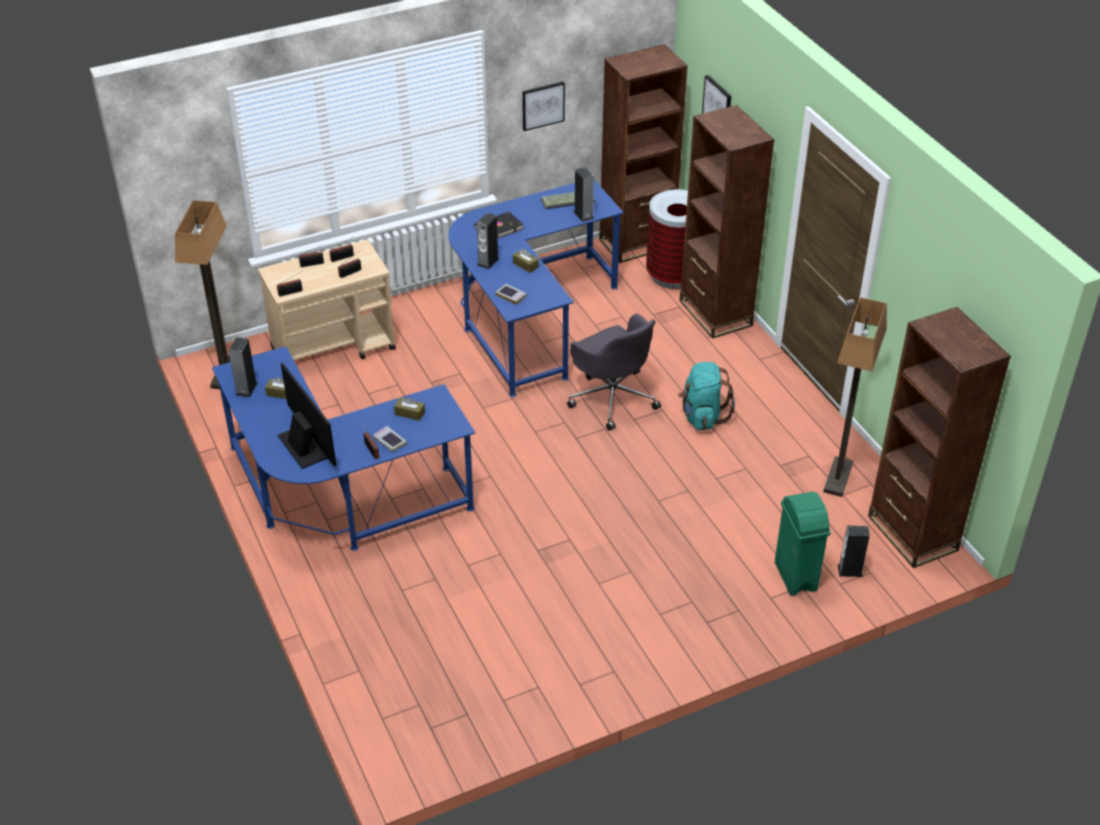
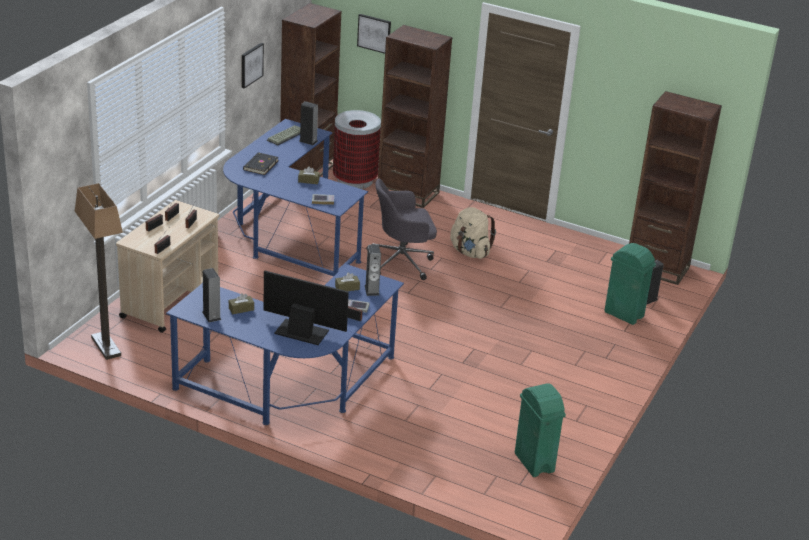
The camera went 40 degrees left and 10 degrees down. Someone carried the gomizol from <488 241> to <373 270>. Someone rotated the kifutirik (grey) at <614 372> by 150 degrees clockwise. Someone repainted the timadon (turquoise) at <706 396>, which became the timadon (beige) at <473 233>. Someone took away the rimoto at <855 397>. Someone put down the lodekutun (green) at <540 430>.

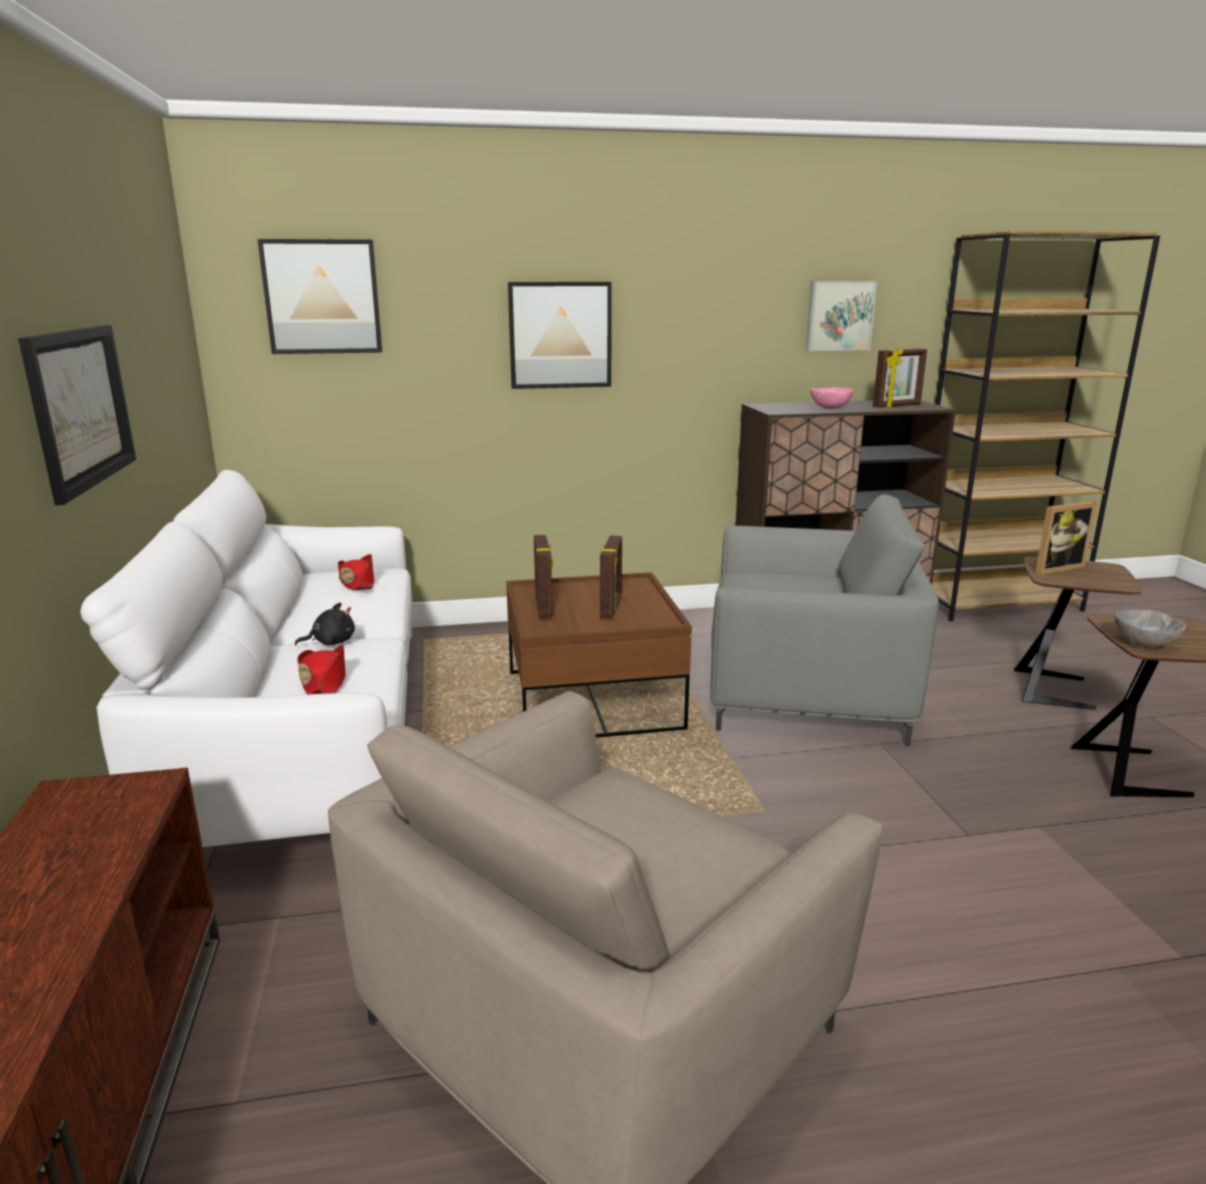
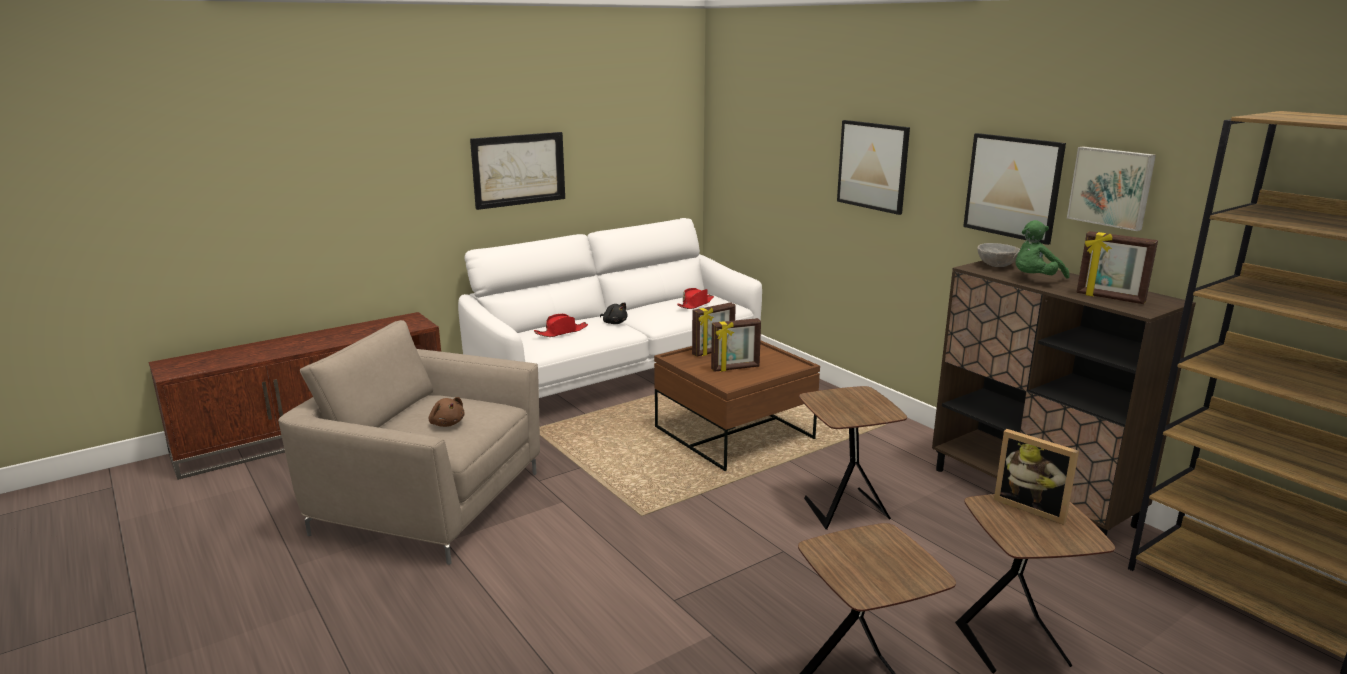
The camera went 65 degrees right and 0 degrees up. Someone carried the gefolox from <320 296> to <1014 189>. Someone swapped the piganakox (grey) at <824 620> for the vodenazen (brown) at <853 458>. Someone swapped the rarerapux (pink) at <831 398> for the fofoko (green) at <1042 249>. Someone carried the rarerapux (grey) from <1150 628> to <998 255>. Someone put down the fofoko (brown) at <447 412>.

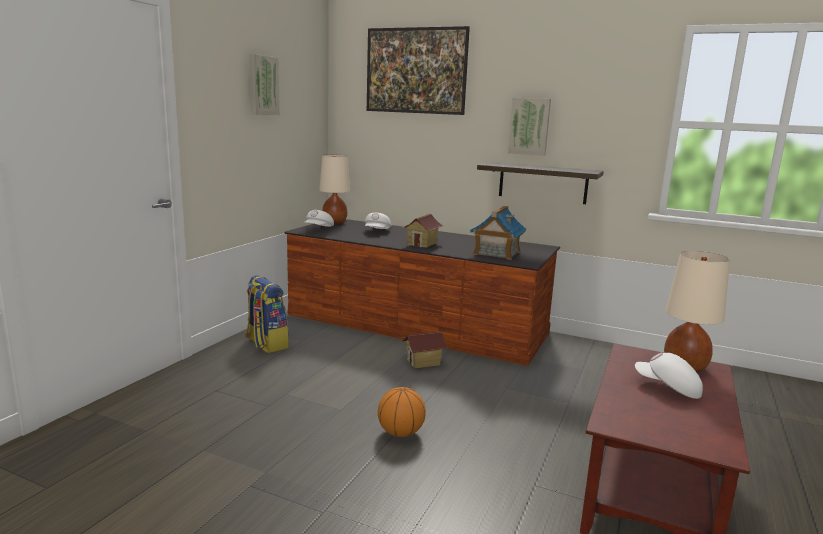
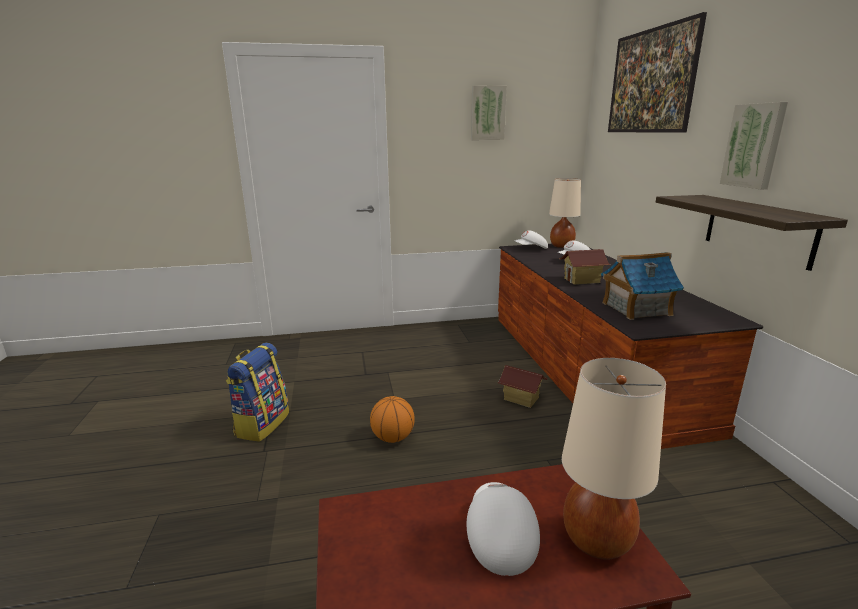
The camera went 55 degrees right and 5 degrees up. Someone carried the timadon from <267 314> to <257 392>.

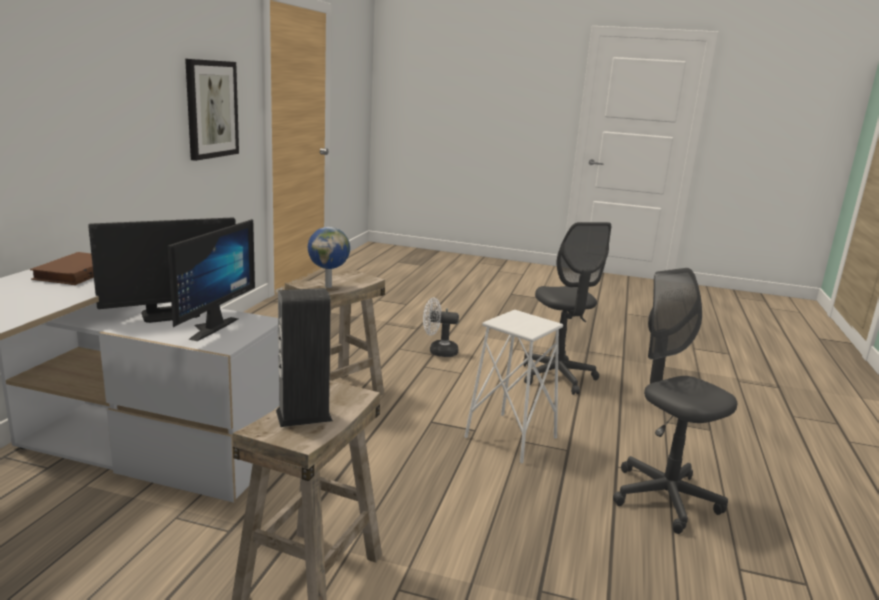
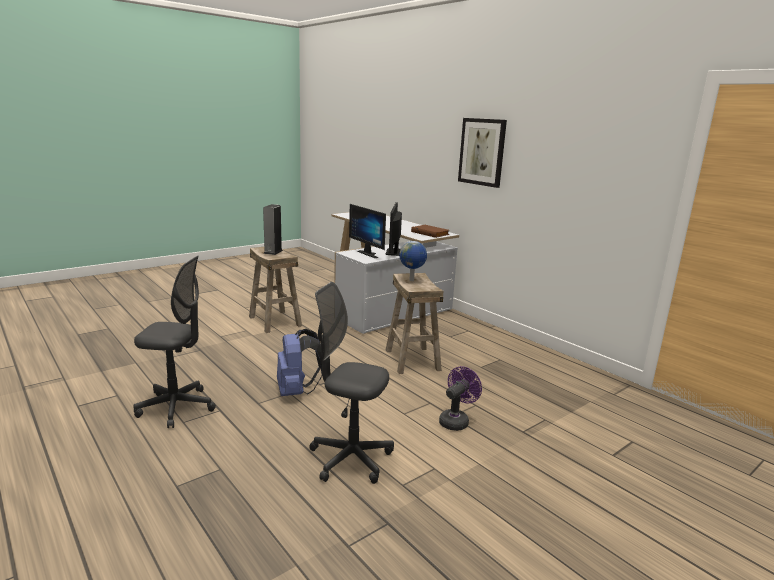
The camera went 125 degrees right and 0 degrees up. Someone carried the gefolox from <212 110> to <482 153>. Someone repainted the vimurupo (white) at <441 327>, which became the vimurupo (purple) at <460 398>. Someone swapped the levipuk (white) at <513 387> for the timadon (blue) at <299 362>.

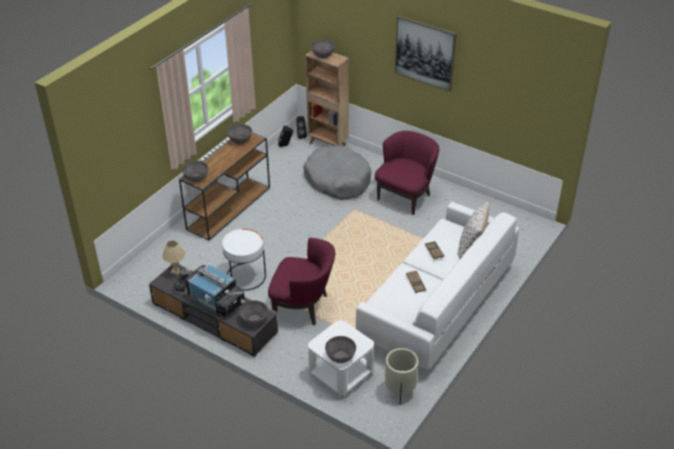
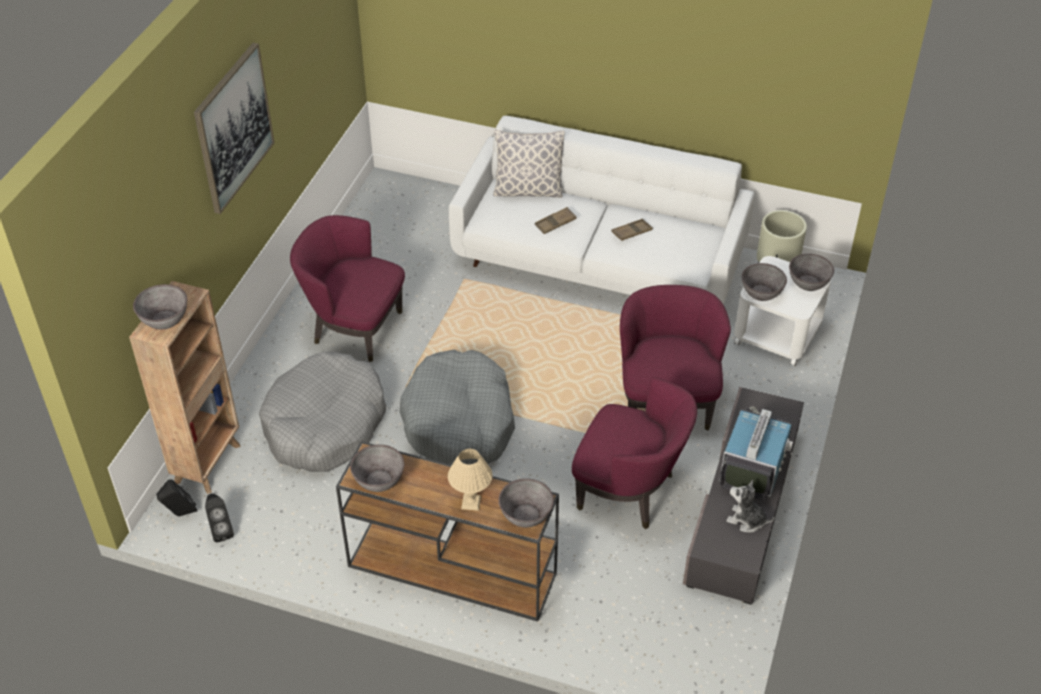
The camera went 105 degrees left and 5 degrees up. Someone carried the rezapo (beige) from <173 258> to <470 480>. Someone swapped the vodenazen (white) at <244 259> for the piganakox (purple) at <634 453>. Someone carried the rarerapux (grey) from <253 313> to <764 282>. Someone put down the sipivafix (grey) at <457 407>.

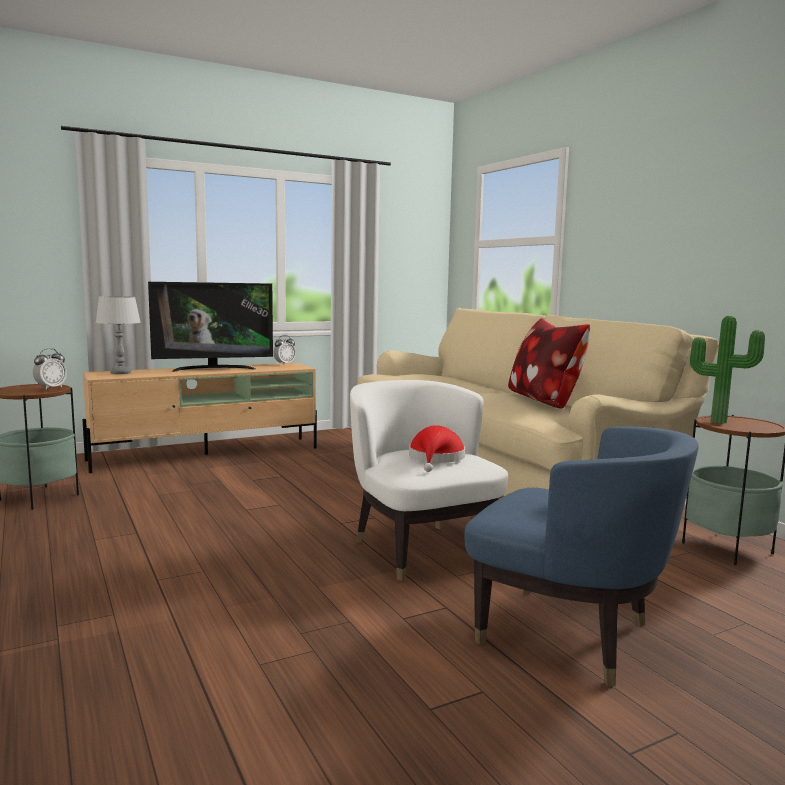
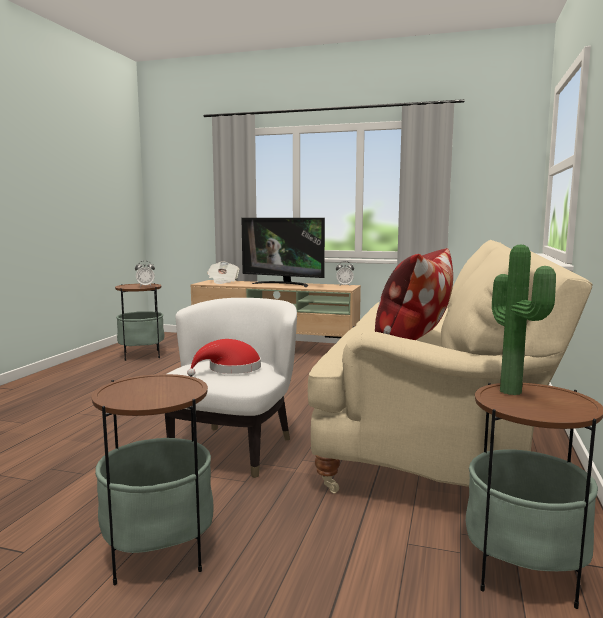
The camera went 45 degrees right and 0 degrees up. Someone swapped the rezapo (grey) at <118 335> for the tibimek at <223 272>. Someone swapped the piganakox (blue) at <582 556> for the vodenazen at <152 479>.

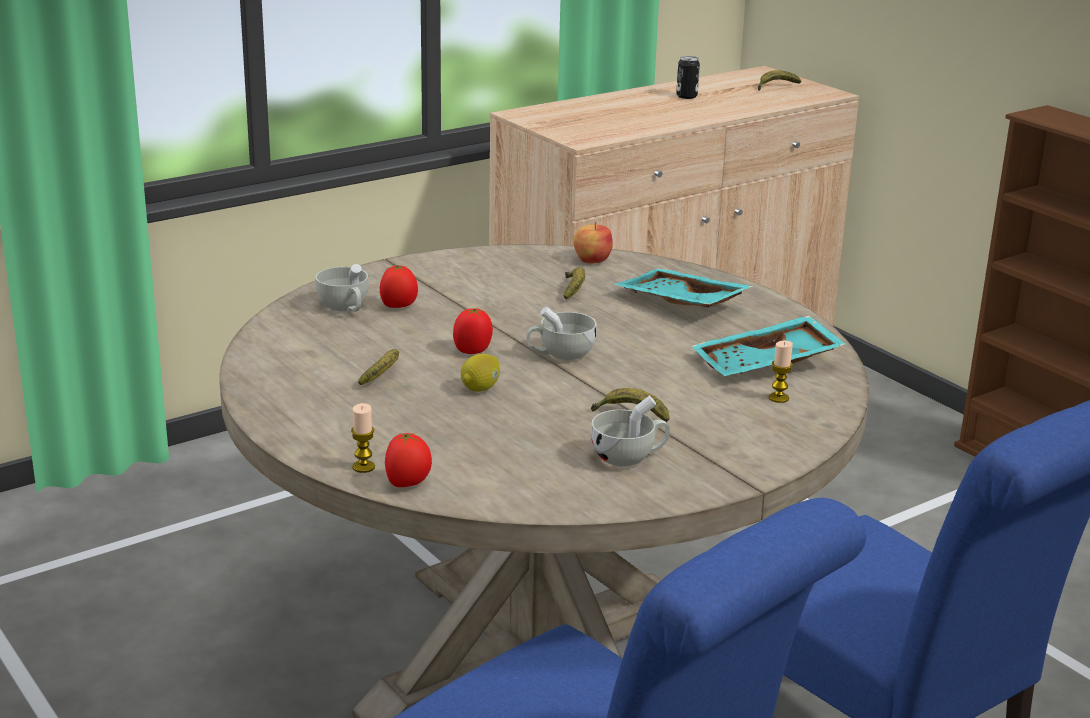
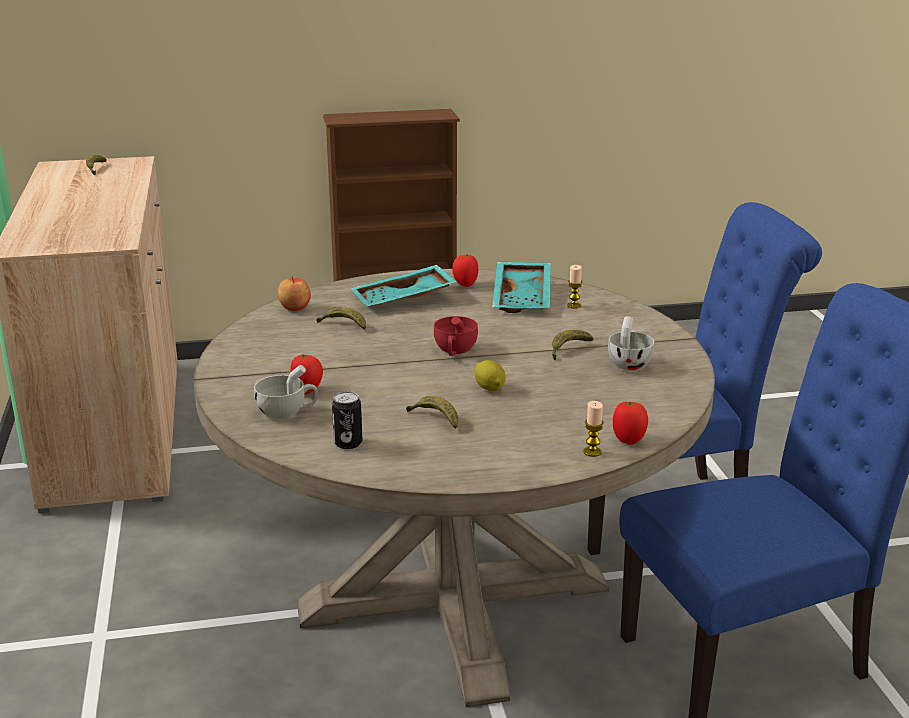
The camera went 65 degrees left and 0 degrees up. Someone carried the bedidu from <473 331> to <465 270>. Someone repainted the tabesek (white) at <562 333>, which became the tabesek (red) at <456 336>. Someone carried the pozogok from <688 77> to <347 420>.

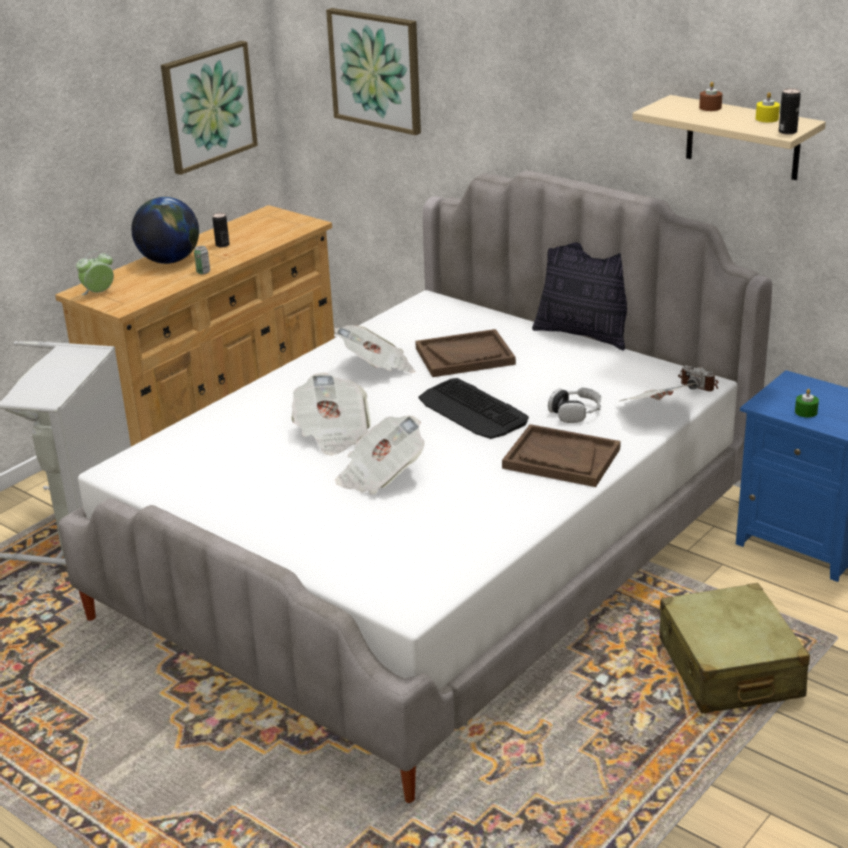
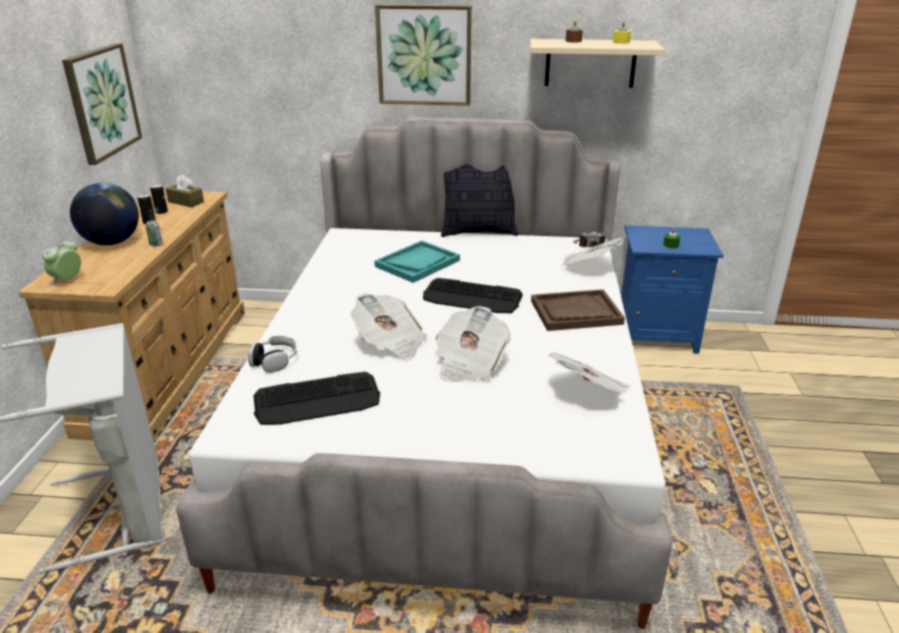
The camera went 35 degrees left and 0 degrees up. Someone carried the gefolox from <373 71> to <423 55>. Someone carried the tibimek from <375 348> to <589 372>. Someone repainted the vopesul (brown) at <465 353>, which became the vopesul (turquoise) at <417 261>. Someone carried the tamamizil from <574 405> to <272 354>. Someone took away the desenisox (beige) at <734 648>. Someone carried the pozogok from <790 111> to <159 199>. Someone put down the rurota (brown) at <184 191>. Someone put down the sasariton at <316 398>.

